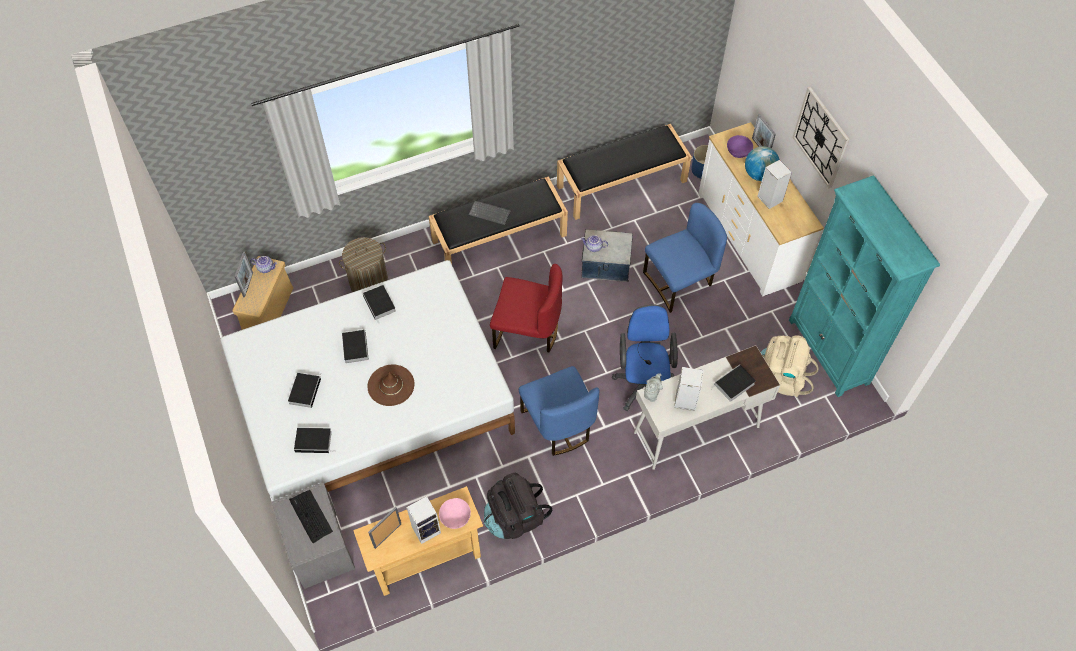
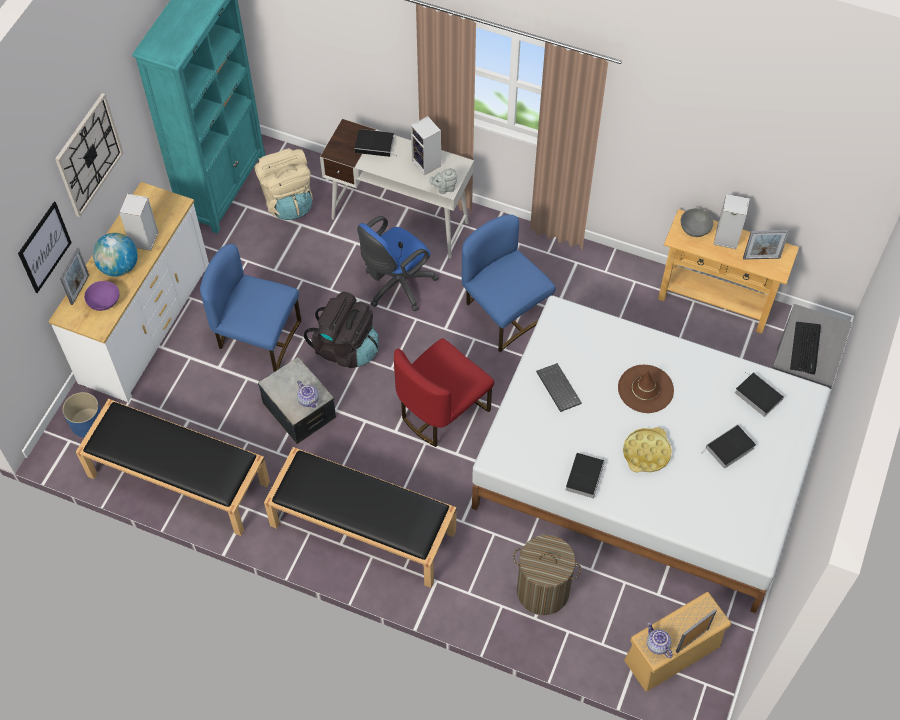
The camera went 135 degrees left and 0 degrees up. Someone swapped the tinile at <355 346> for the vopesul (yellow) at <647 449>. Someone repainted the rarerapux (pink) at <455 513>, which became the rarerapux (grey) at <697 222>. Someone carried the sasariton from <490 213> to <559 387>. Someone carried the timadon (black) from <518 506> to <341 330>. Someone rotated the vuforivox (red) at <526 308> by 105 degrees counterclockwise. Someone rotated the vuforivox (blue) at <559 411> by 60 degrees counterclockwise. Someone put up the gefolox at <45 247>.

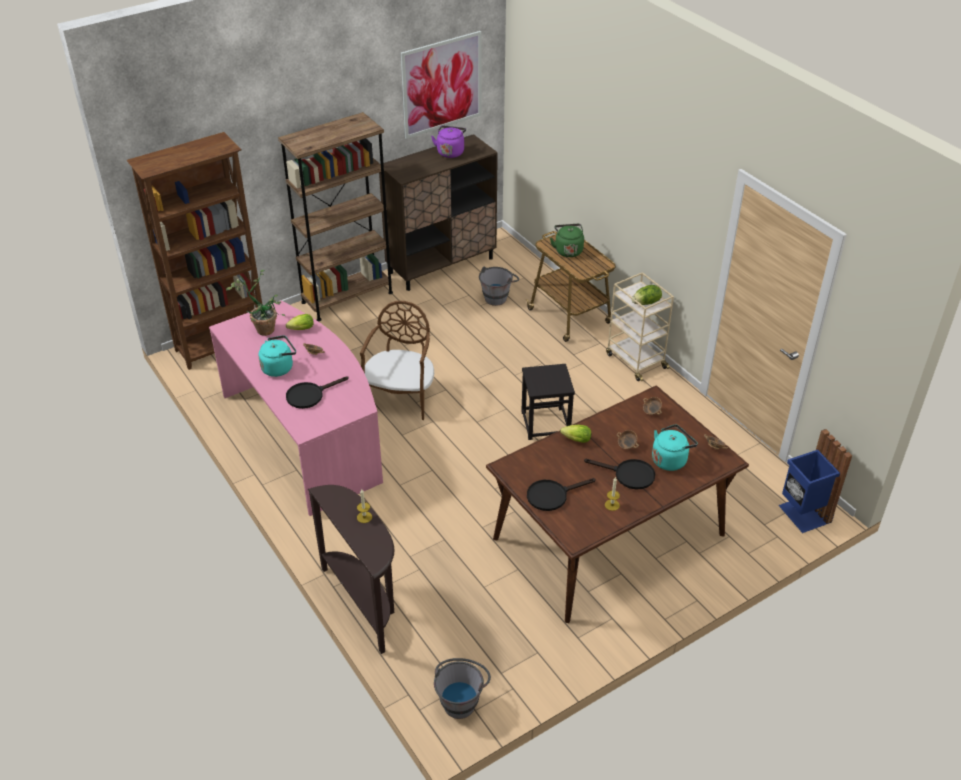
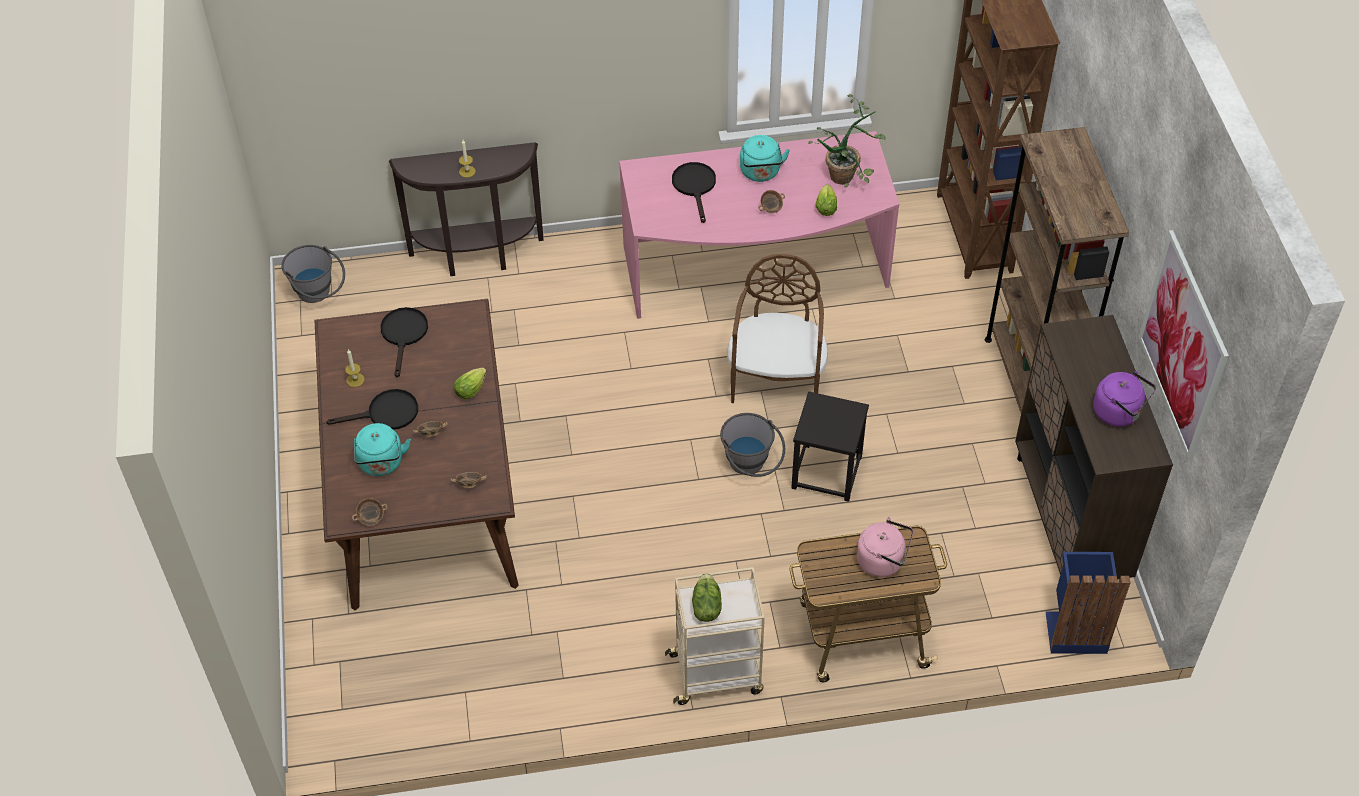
The camera went 115 degrees right and 10 degrees up. Someone rotated the vuforivox (brown) at <397 360> by 120 degrees counterclockwise. Someone carried the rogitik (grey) from <499 286> to <752 445>. Someone carried the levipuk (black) from <548 402> to <830 447>. Someone repainted the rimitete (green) at <567 240>, which became the rimitete (pink) at <884 547>. Someone rotated the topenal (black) at <619 474> by 150 degrees counterclockwise. Someone carried the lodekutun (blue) from <815 481> to <1088 603>.

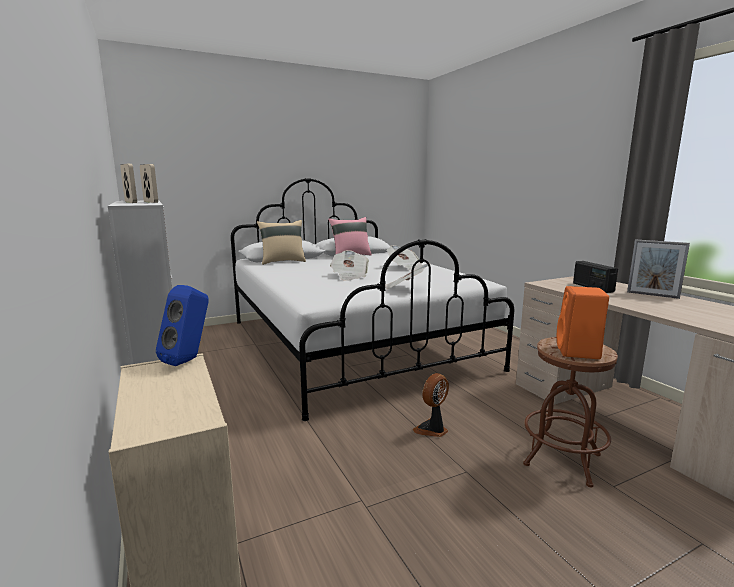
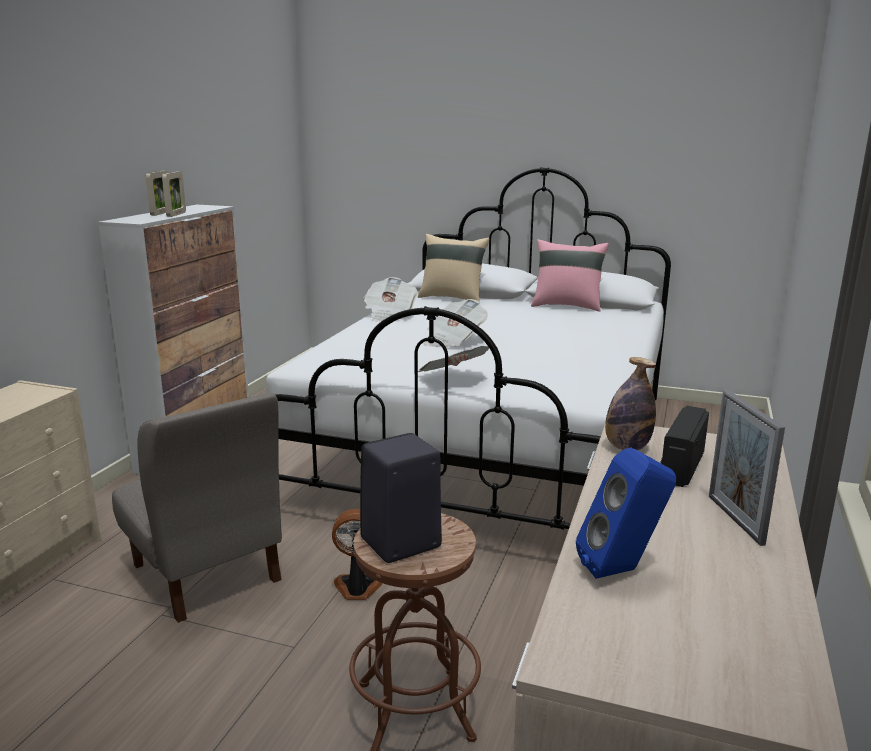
The camera went 45 degrees right and 5 degrees up. Someone carried the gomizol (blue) from <182 325> to <626 513>. Someone carried the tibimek from <404 258> to <390 299>. Someone repainted the gomizol (orange) at <583 322>, which became the gomizol (black) at <401 498>. Someone put down the vuforivox (grey) at <197 508>. Someone put down the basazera at <630 403>.

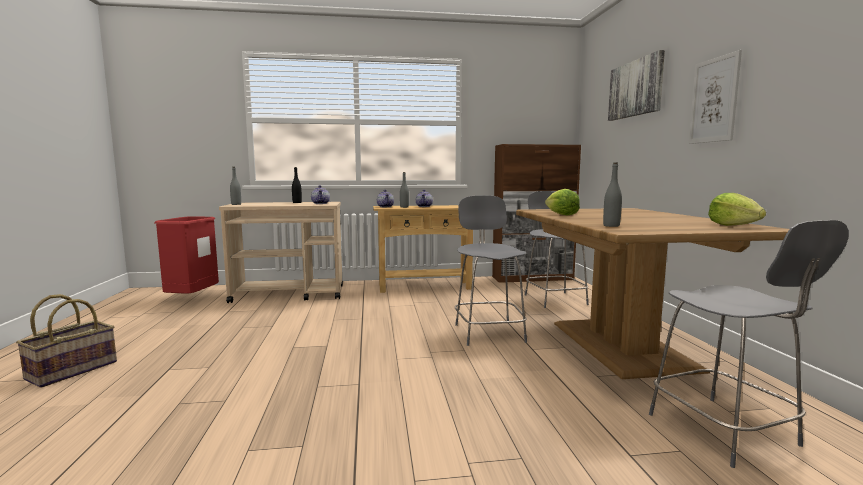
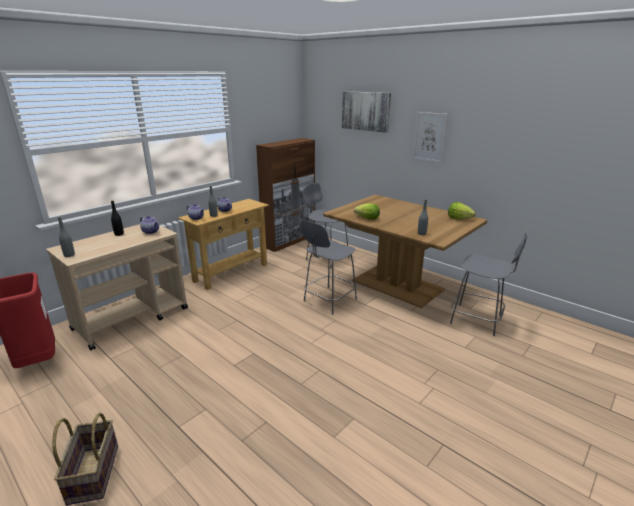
The camera went 40 degrees left and 15 degrees up. Someone rotated the vuforivox (grey) at <491 270> by 90 degrees counterclockwise.

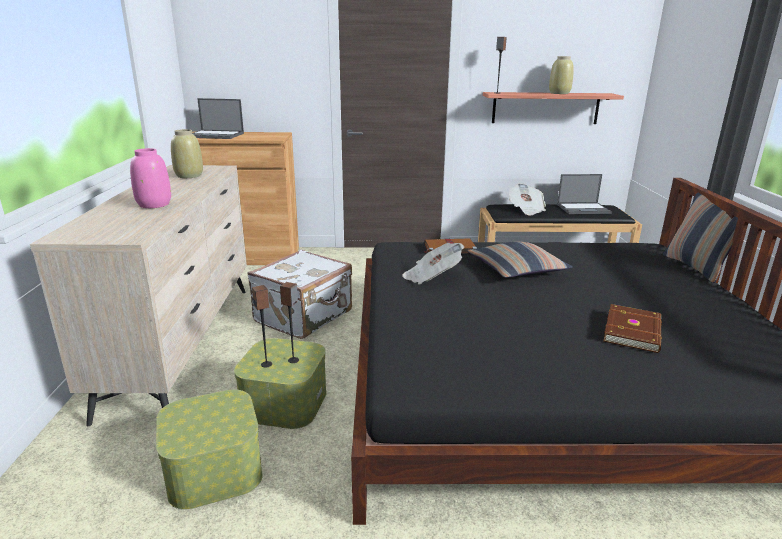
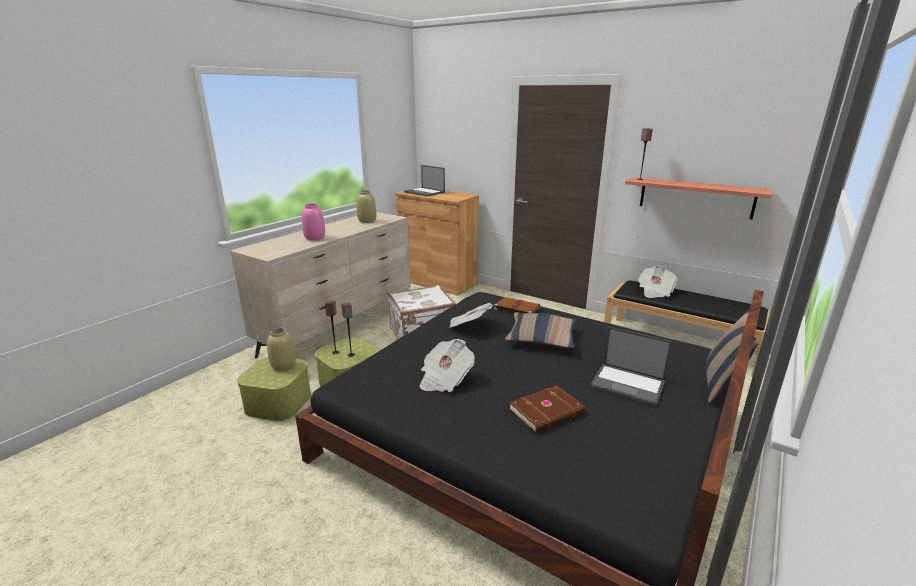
The camera went 35 degrees right and 0 degrees up. Someone carried the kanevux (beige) from <561 75> to <281 349>. Someone carried the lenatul from <584 194> to <631 367>. Someone put down the tibimek at <447 365>.

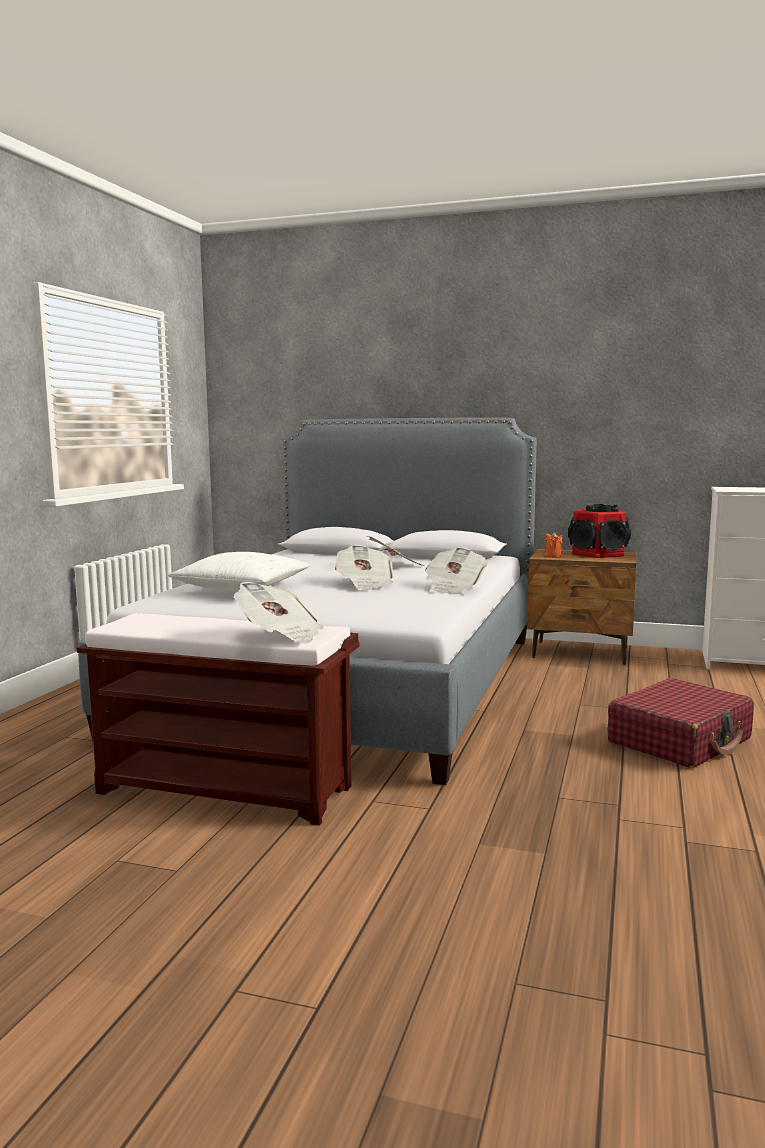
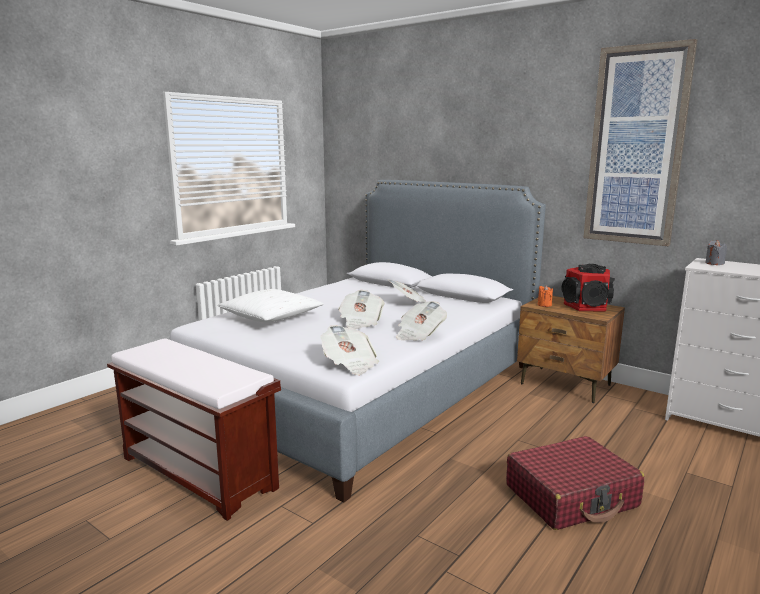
The camera went 20 degrees right and 5 degrees up. Someone carried the tibimek from <278 613> to <349 350>. Someone put up the gefolox at <640 143>. Someone put down the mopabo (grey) at <716 252>.

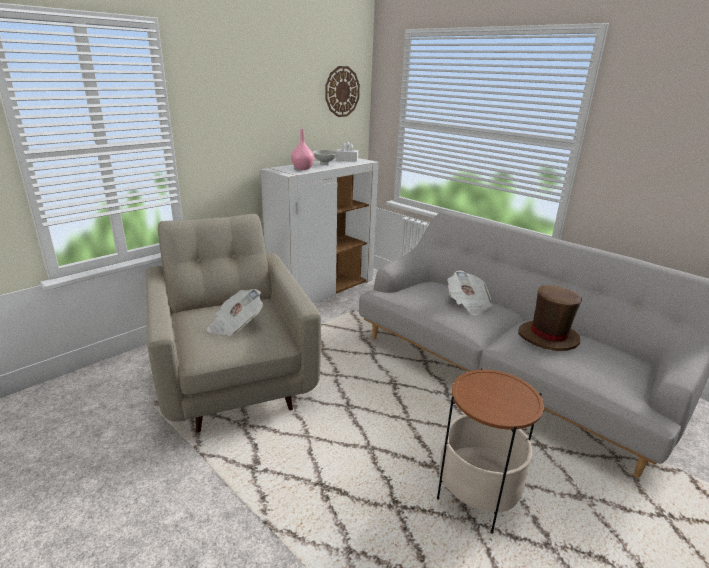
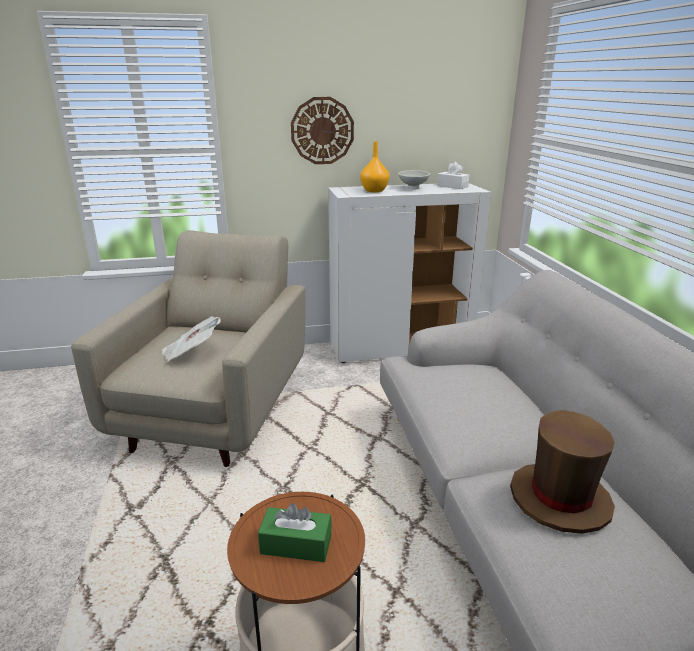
The camera went 35 degrees right and 0 degrees up. Someone repainted the kanevux (pink) at <302 149>, which became the kanevux (orange) at <375 166>. Someone carried the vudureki from <342 91> to <322 130>. Someone took away the tibimek at <470 293>. Someone put down the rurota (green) at <295 532>.

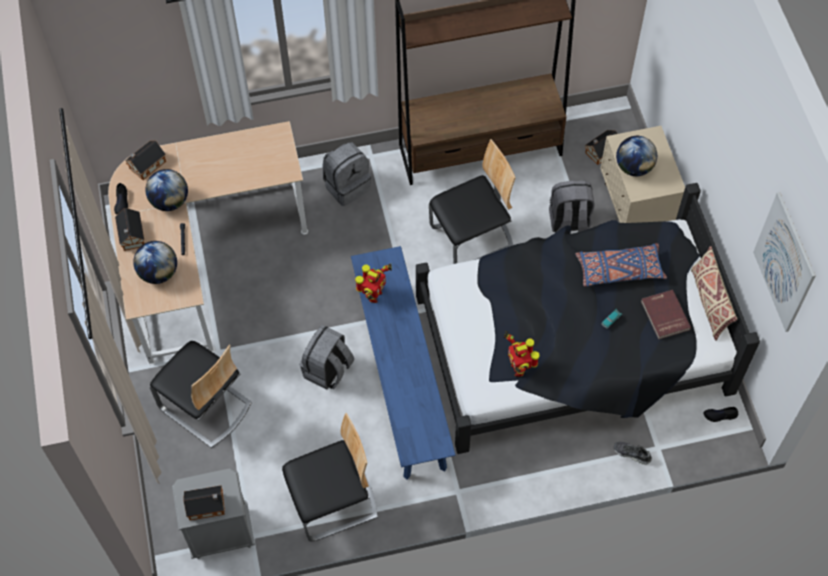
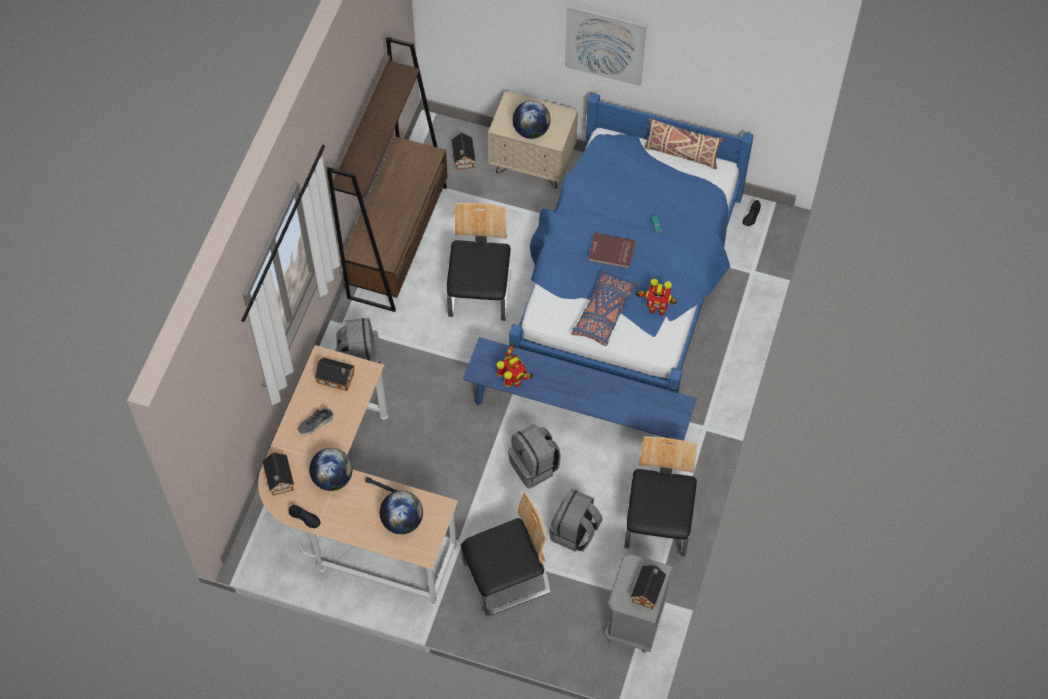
The camera went 60 degrees left and 0 degrees up. Someone carried the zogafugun from <129 229> to <335 374>. Someone repainted the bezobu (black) at <588 318>, which became the bezobu (blue) at <631 243>. Someone carried the timadon (grey) from <572 206> to <576 520>. Someone carried the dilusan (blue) from <621 265> to <604 308>. Someone carried the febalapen from <633 453> to <316 421>. Someone carried the tinile (red) from <666 314> to <612 251>. Someone carried the gefolox from <784 262> to <605 45>.

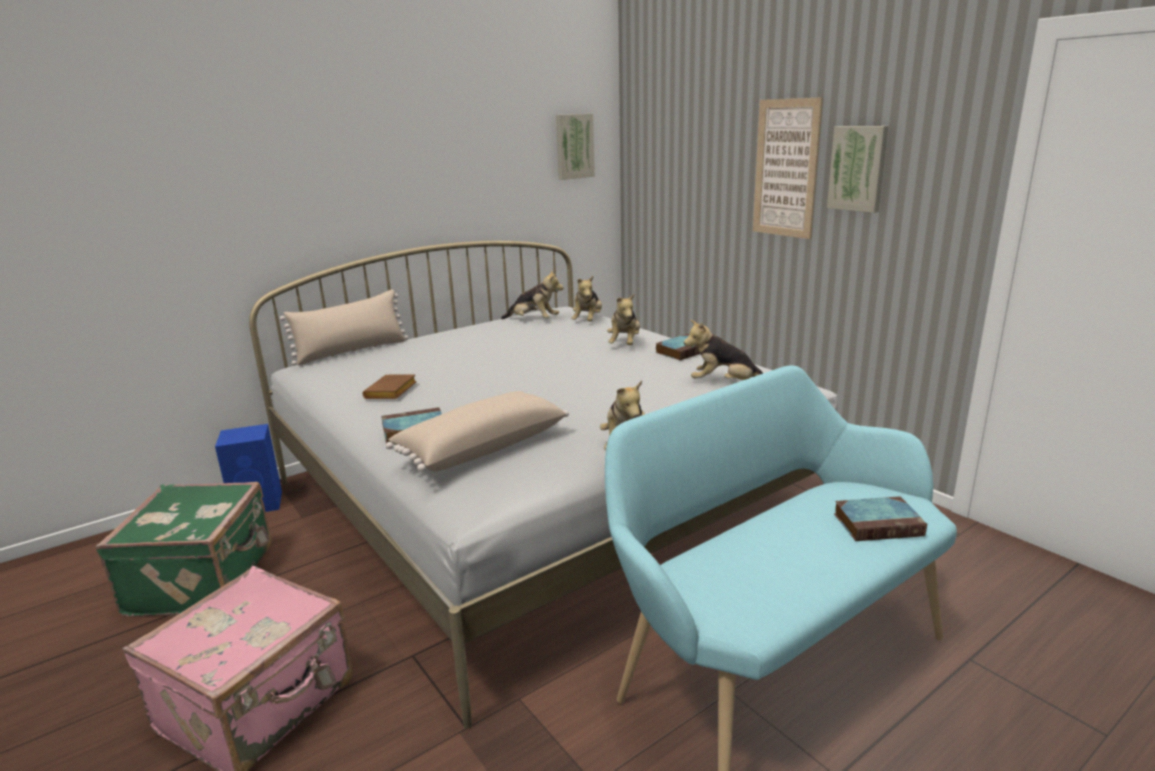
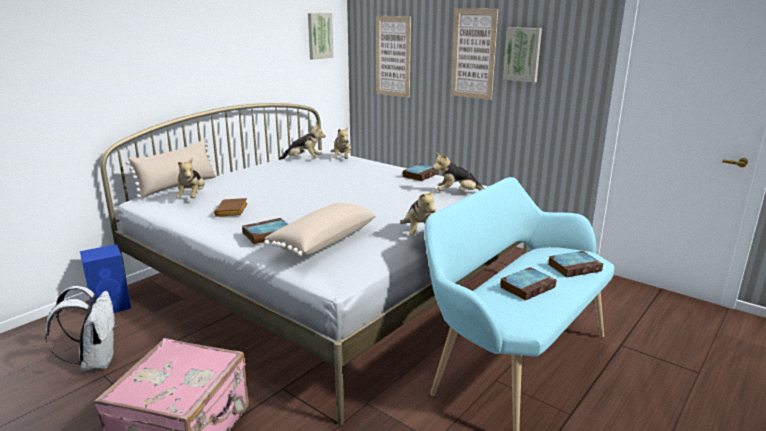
The camera went 15 degrees left and 0 degrees up. Someone swapped the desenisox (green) at <184 549> for the timadon (white) at <80 328>. Someone carried the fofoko from <623 319> to <190 178>. Someone put up the gefolox at <393 57>. Someone put down the tinile at <528 283>.

